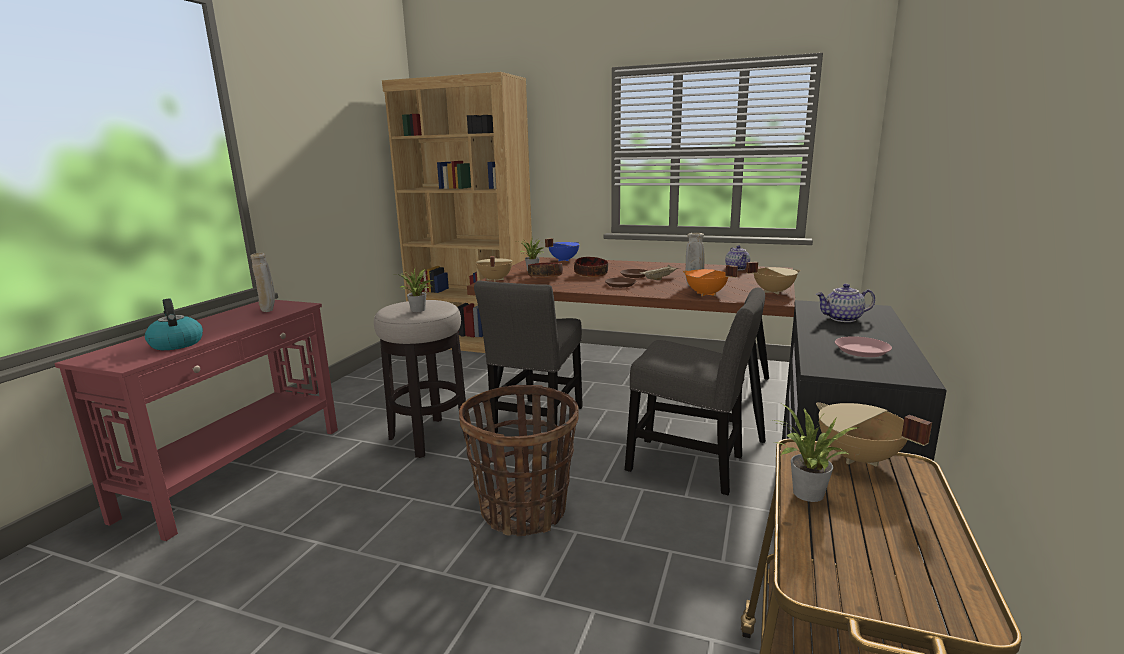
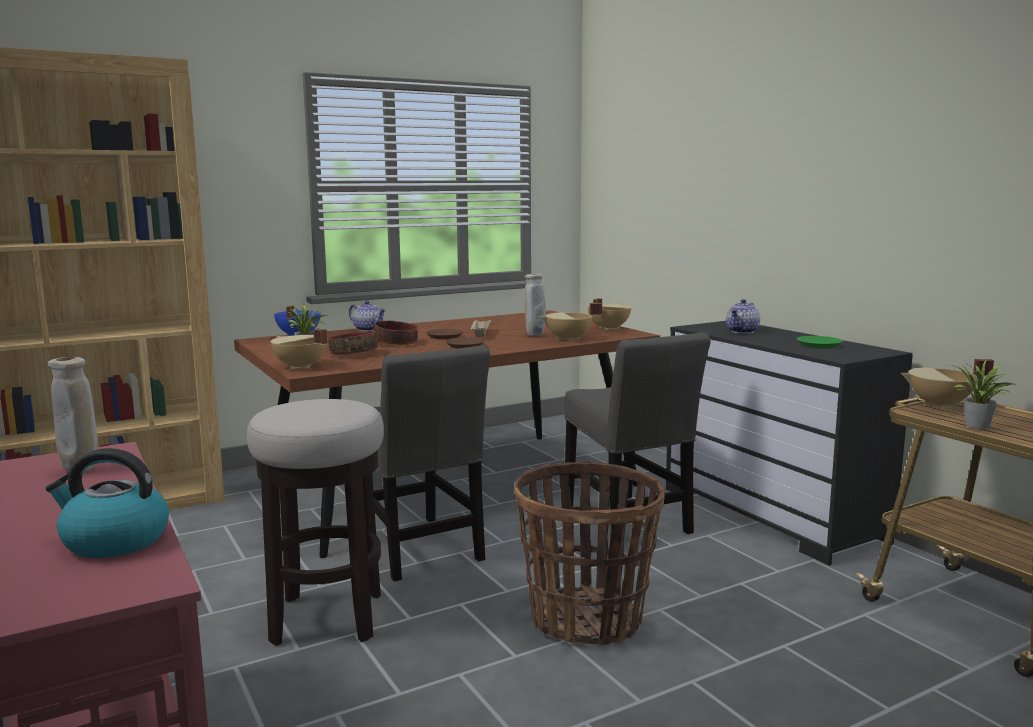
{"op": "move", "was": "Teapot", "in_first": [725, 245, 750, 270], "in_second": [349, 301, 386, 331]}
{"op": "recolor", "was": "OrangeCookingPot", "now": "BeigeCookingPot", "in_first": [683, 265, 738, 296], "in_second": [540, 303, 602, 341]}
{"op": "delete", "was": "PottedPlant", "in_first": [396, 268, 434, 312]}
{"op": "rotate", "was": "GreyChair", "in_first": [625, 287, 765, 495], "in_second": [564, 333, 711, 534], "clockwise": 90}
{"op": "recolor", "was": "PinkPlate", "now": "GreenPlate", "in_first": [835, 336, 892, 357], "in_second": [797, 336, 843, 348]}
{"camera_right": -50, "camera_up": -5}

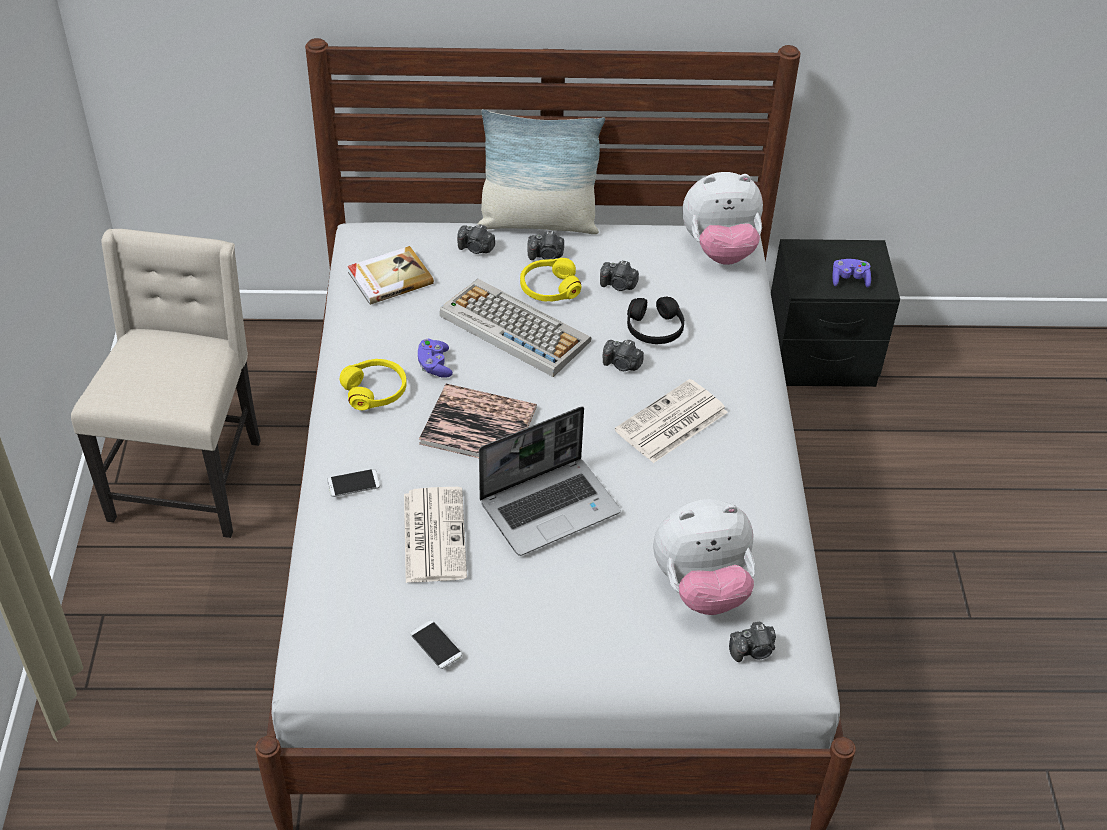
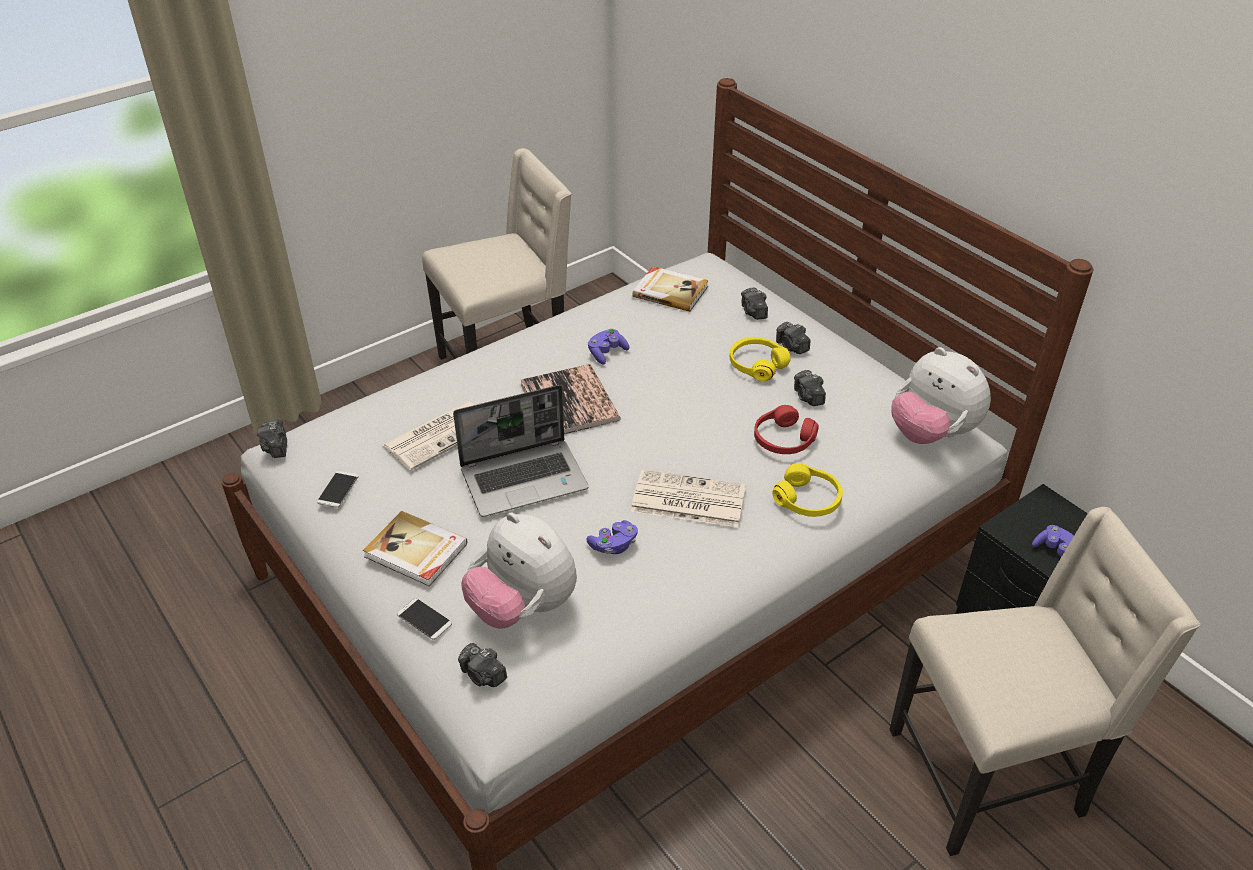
{"op": "delete", "was": "Pillow", "in_first": [477, 109, 605, 234]}
{"op": "delete", "was": "Keyboard", "in_first": [440, 279, 591, 377]}
{"op": "recolor", "was": "BlackHeadphones", "now": "RedHeadphones", "in_first": [627, 297, 684, 344], "in_second": [754, 405, 819, 454]}
{"op": "move", "was": "PhotoCamera", "in_first": [603, 340, 644, 371], "in_second": [257, 419, 287, 458]}
{"op": "move", "was": "YellowHeadphones", "in_first": [340, 359, 407, 410], "in_second": [772, 463, 843, 517]}
{"op": "rotate", "was": "Laptop", "in_first": [479, 406, 621, 556], "in_second": [453, 385, 589, 517], "clockwise": -45}
{"op": "move", "was": "Phone", "in_first": [327, 469, 380, 497], "in_second": [397, 598, 452, 640]}
{"op": "insert", "now": "BeigeChair", "in_second": [889, 507, 1200, 856]}
{"op": "insert", "now": "Book", "in_second": [363, 511, 467, 587]}
{"op": "insert", "now": "PurpleGameController", "in_second": [586, 520, 638, 554]}
{"camera_right": 55, "camera_up": -5}

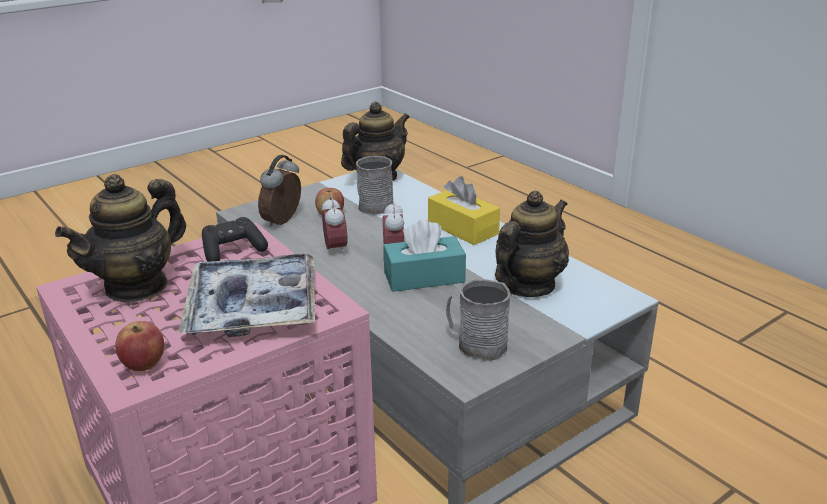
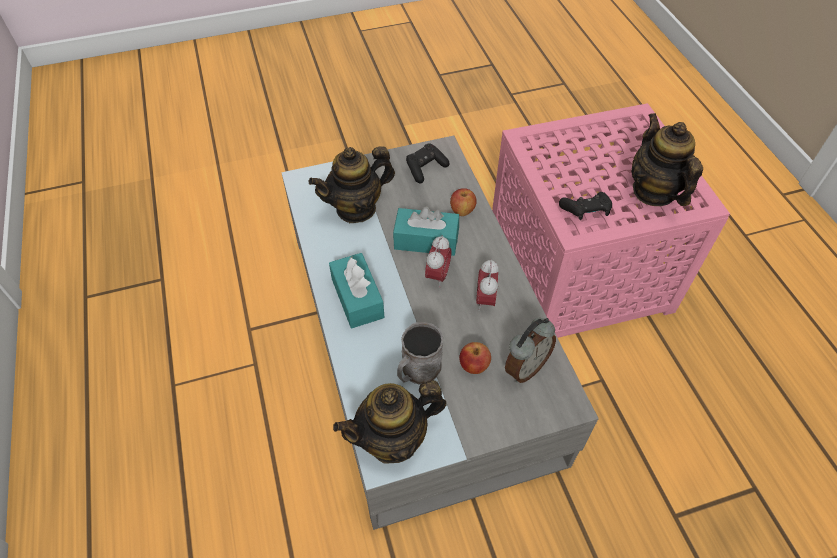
{"op": "rotate", "was": "Teapot", "in_first": [55, 174, 186, 303], "in_second": [631, 113, 703, 206], "clockwise": -75}
{"op": "recolor", "was": "YellowTissueBox", "now": "TurquoiseTissueBox", "in_first": [428, 176, 500, 245], "in_second": [329, 253, 384, 328]}
{"op": "delete", "was": "Tray", "in_first": [179, 253, 315, 337]}
{"op": "replace", "was": "GreyMug", "now": "BlackGameController", "in_first": [446, 279, 510, 361], "in_second": [406, 143, 449, 183]}
{"op": "move", "was": "Apple", "in_first": [115, 321, 164, 371], "in_second": [450, 188, 477, 216]}
{"camera_right": -160, "camera_up": 25}

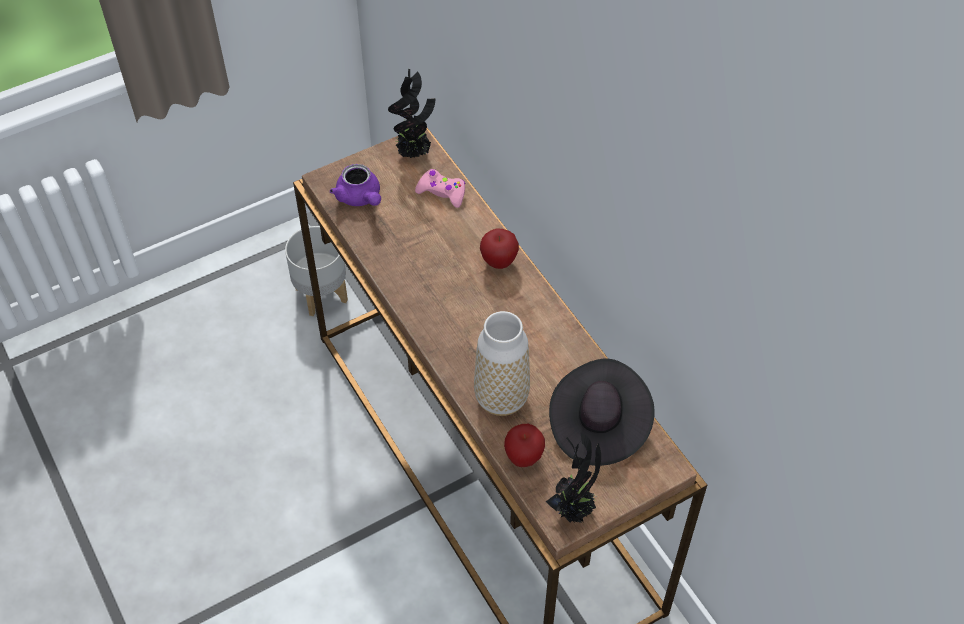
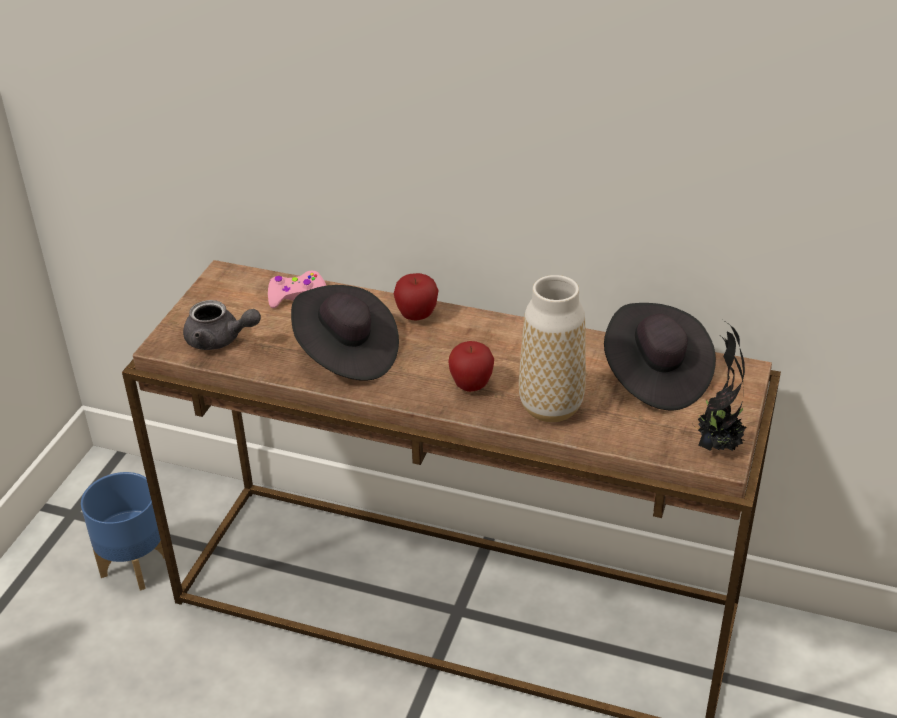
{"op": "delete", "was": "PottedPlant", "in_first": [388, 69, 435, 158]}
{"op": "recolor", "was": "PurpleTeapot", "now": "GreyTeapot", "in_first": [330, 164, 381, 206], "in_second": [183, 300, 261, 350]}
{"op": "recolor", "was": "GreyPlanter", "now": "BluePlanter", "in_first": [285, 226, 348, 316], "in_second": [81, 472, 165, 590]}
{"op": "move", "was": "Apple", "in_first": [504, 424, 545, 467], "in_second": [448, 341, 494, 392]}
{"op": "insert", "now": "BlackHat", "in_second": [291, 285, 399, 381]}
{"camera_right": -40, "camera_up": -15}

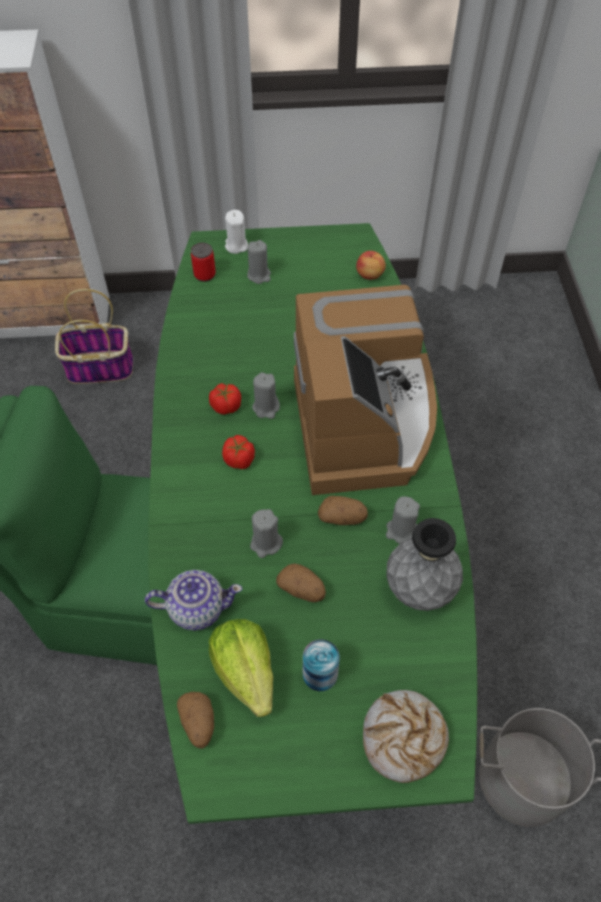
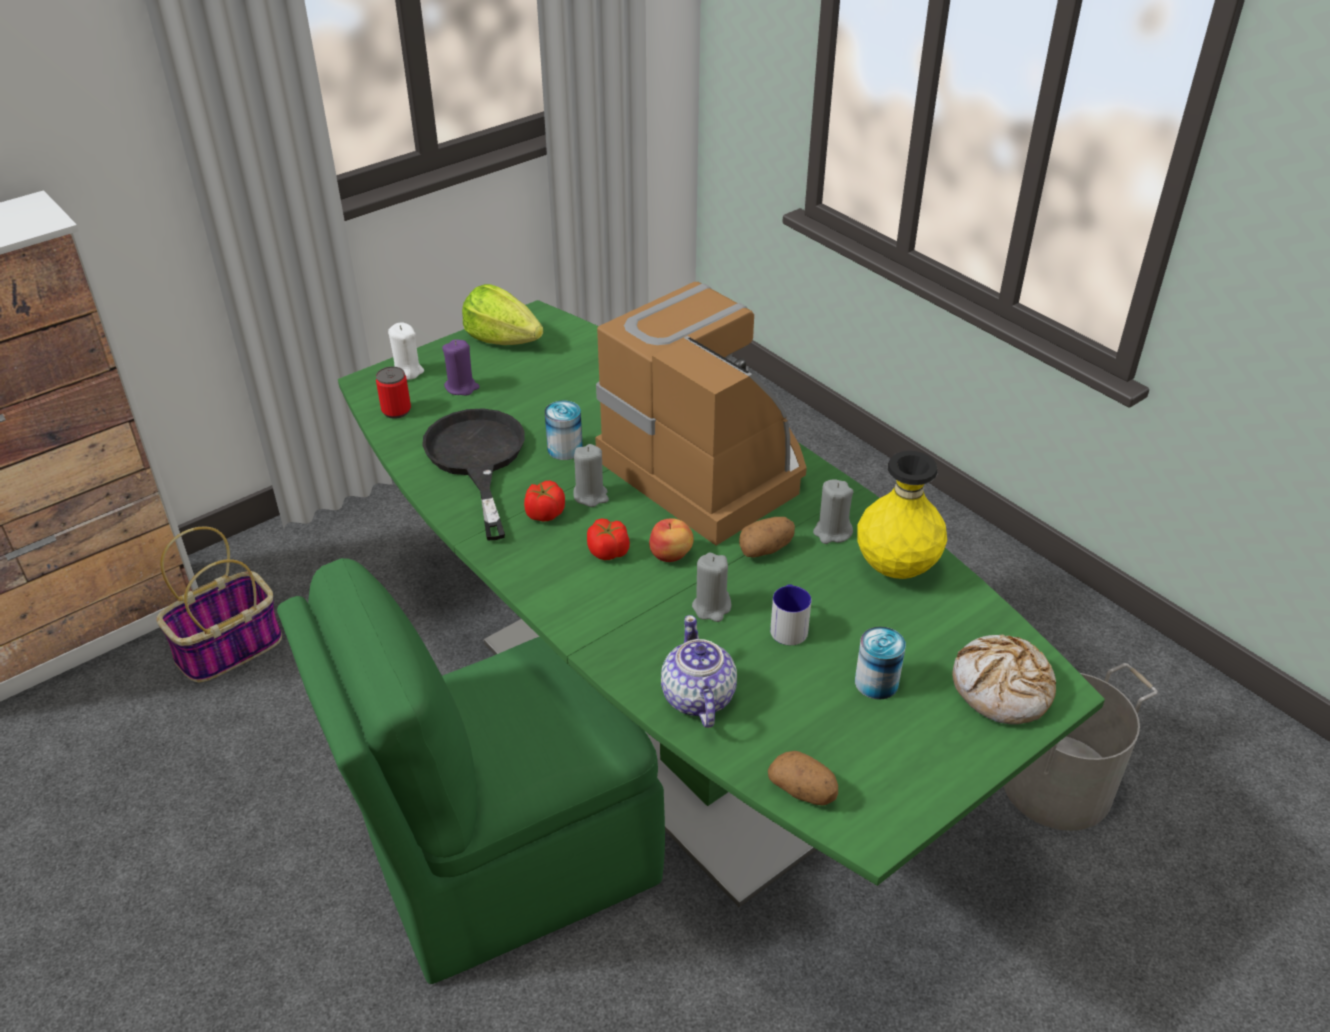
{"op": "recolor", "was": "GreyCandle", "now": "PurpleCandle", "in_first": [247, 240, 271, 284], "in_second": [442, 339, 480, 396]}
{"op": "move", "was": "Apple", "in_first": [356, 251, 386, 280], "in_second": [649, 518, 694, 562]}
{"op": "recolor", "was": "GreyVase", "now": "YellowVase", "in_first": [387, 518, 463, 611], "in_second": [857, 451, 947, 579]}
{"op": "replace", "was": "Potato", "now": "Mug", "in_first": [276, 563, 326, 602], "in_second": [770, 584, 811, 645]}
{"op": "rotate", "was": "Teapot", "in_first": [145, 570, 242, 631], "in_second": [661, 615, 737, 728], "clockwise": -60}
{"op": "move", "was": "Lettuce", "in_first": [209, 619, 273, 717], "in_second": [462, 284, 543, 345]}
{"op": "insert", "now": "Can", "in_second": [545, 401, 583, 460]}
{"op": "insert", "now": "BlackFryingPan", "in_second": [422, 408, 525, 540]}
{"camera_right": -35, "camera_up": -15}

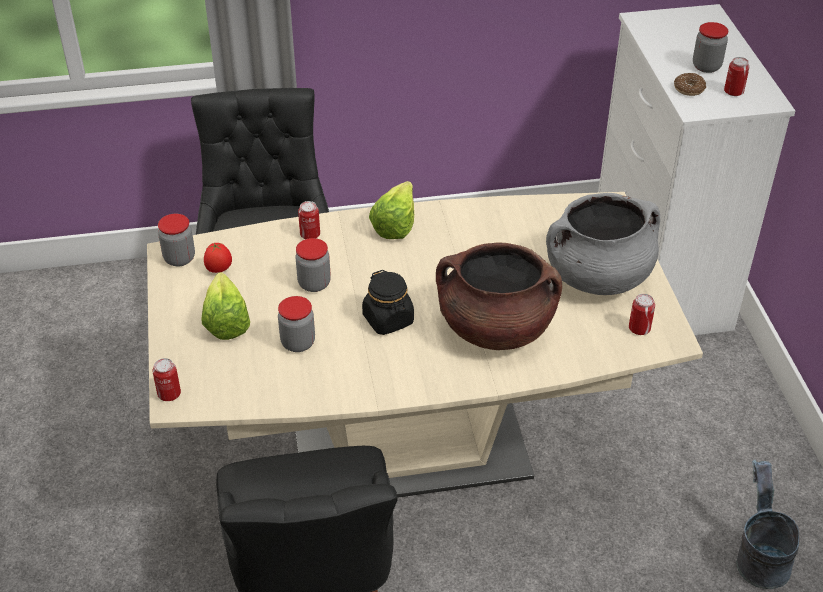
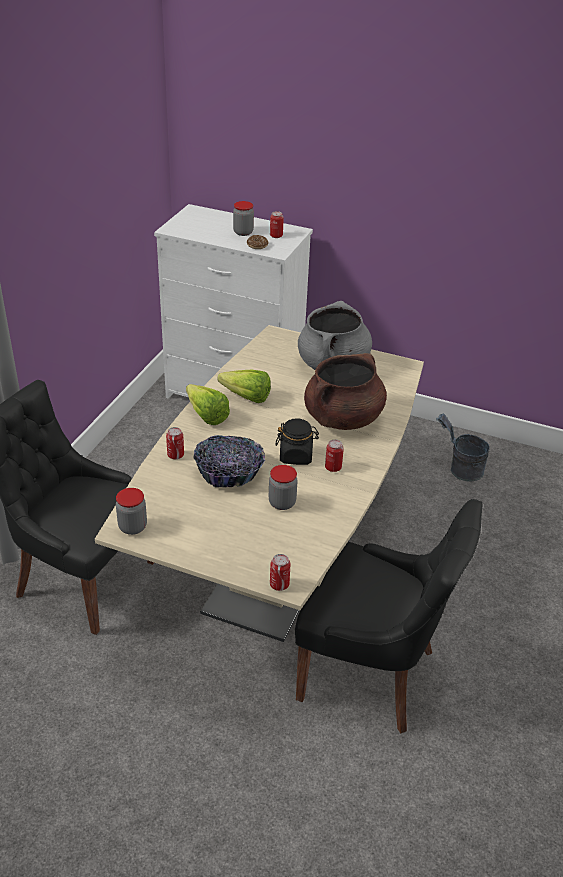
{"op": "replace", "was": "Jar", "now": "Bowl", "in_first": [295, 238, 331, 292], "in_second": [194, 435, 265, 488]}
{"op": "delete", "was": "Tomato", "in_first": [204, 243, 232, 273]}
{"op": "move", "was": "Lettuce", "in_first": [201, 272, 250, 340], "in_second": [218, 369, 271, 403]}
{"op": "move", "was": "Can", "in_first": [629, 294, 655, 335], "in_second": [325, 439, 344, 472]}
{"camera_right": -60, "camera_up": -5}

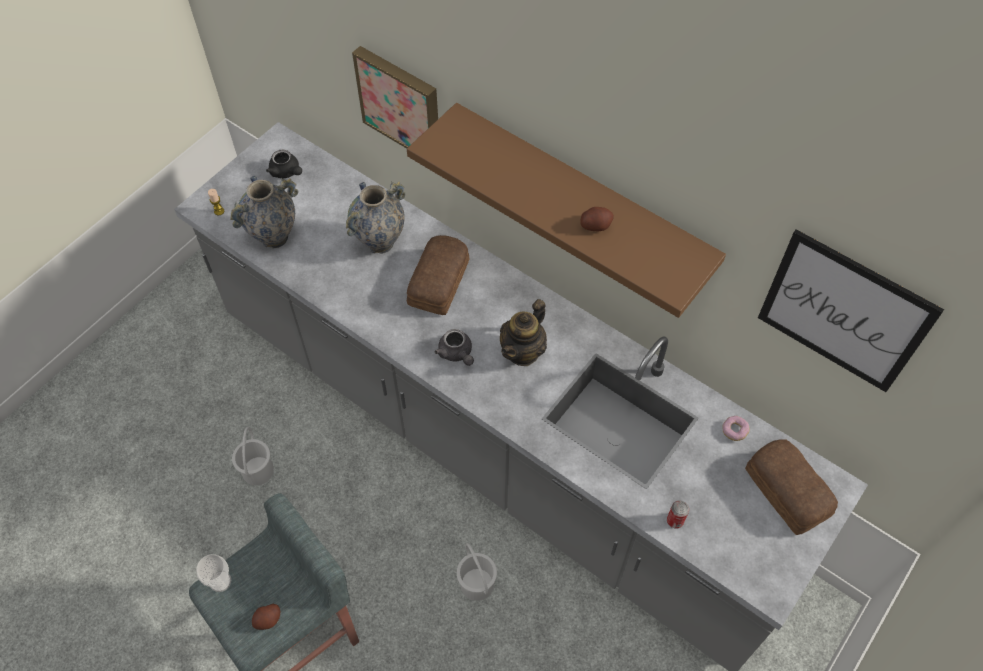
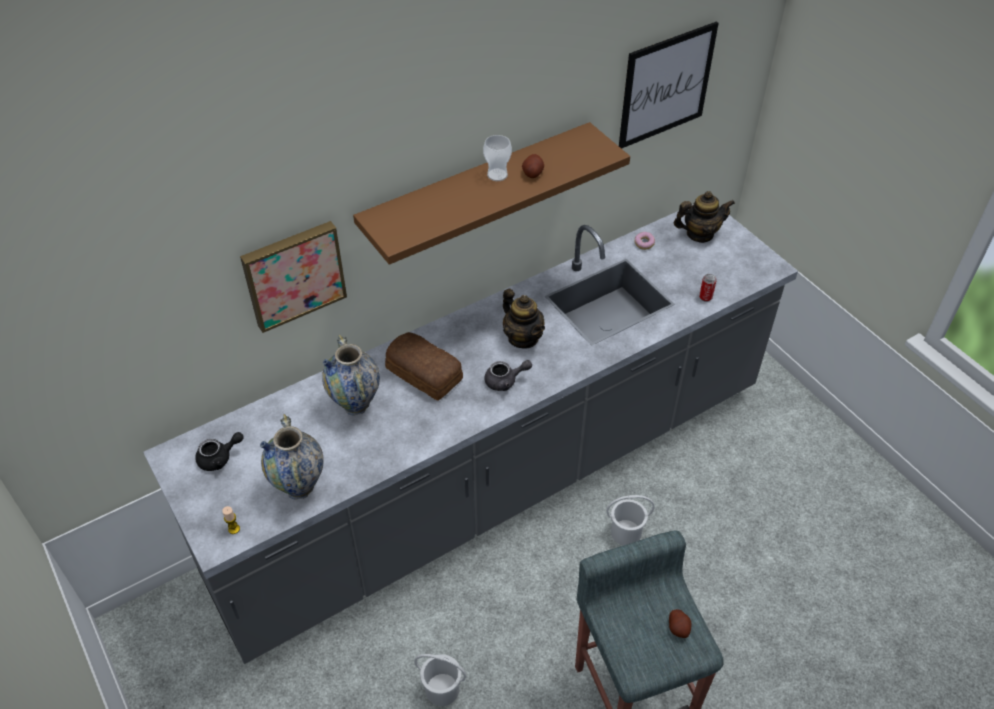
{"op": "replace", "was": "Bread", "now": "Teapot", "in_first": [745, 439, 838, 535], "in_second": [674, 191, 735, 243]}
{"op": "move", "was": "Cup", "in_first": [196, 554, 231, 592], "in_second": [483, 135, 512, 181]}
{"camera_right": -70, "camera_up": -10}

